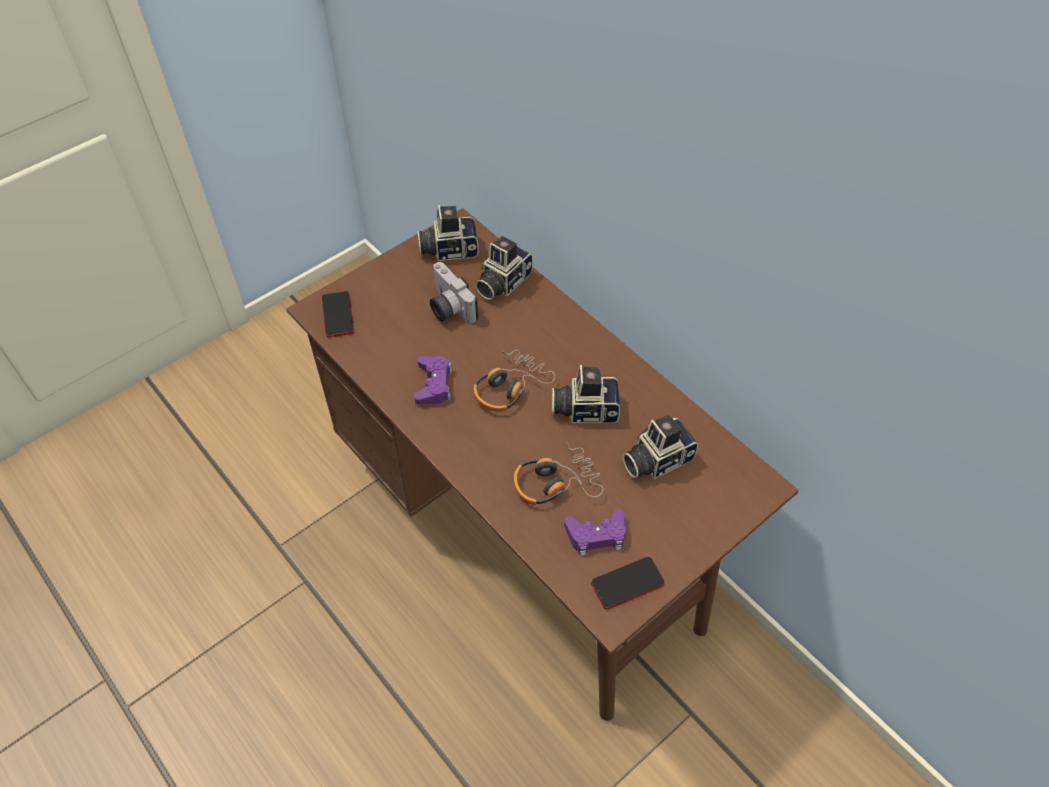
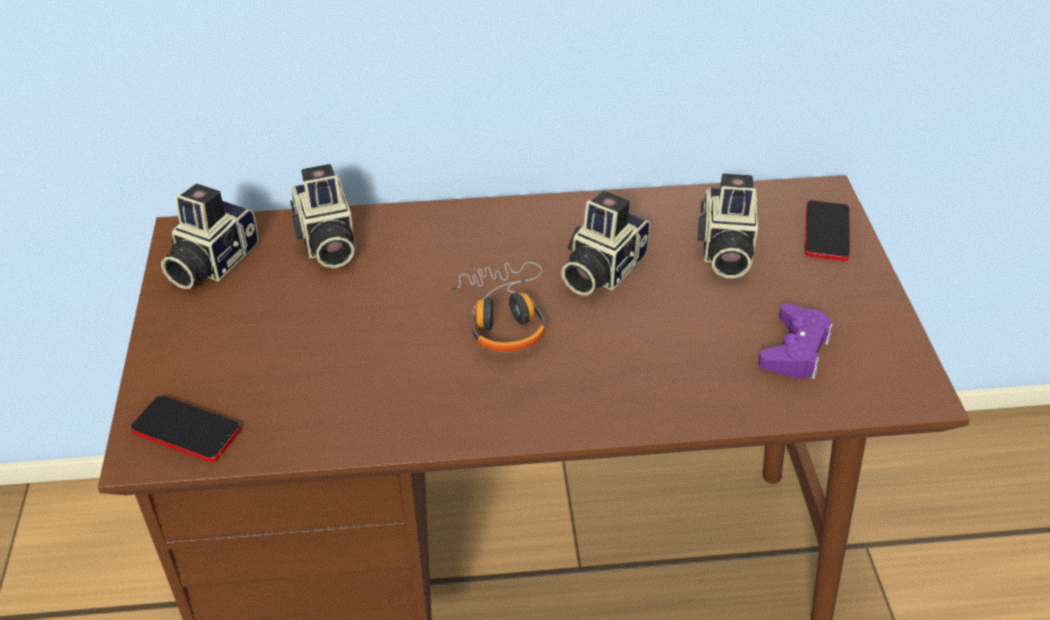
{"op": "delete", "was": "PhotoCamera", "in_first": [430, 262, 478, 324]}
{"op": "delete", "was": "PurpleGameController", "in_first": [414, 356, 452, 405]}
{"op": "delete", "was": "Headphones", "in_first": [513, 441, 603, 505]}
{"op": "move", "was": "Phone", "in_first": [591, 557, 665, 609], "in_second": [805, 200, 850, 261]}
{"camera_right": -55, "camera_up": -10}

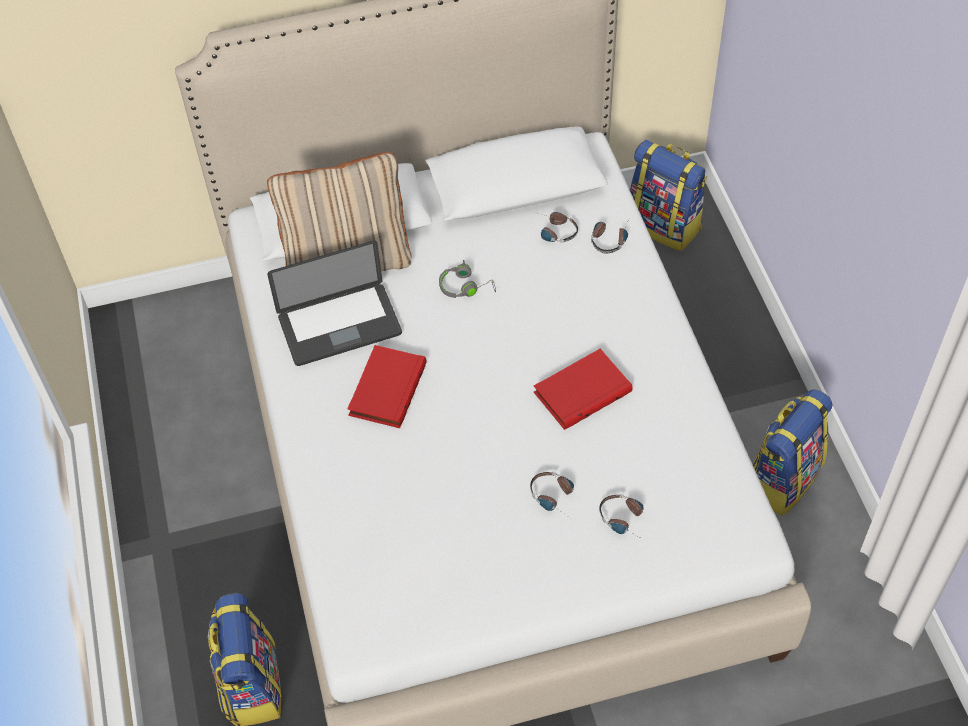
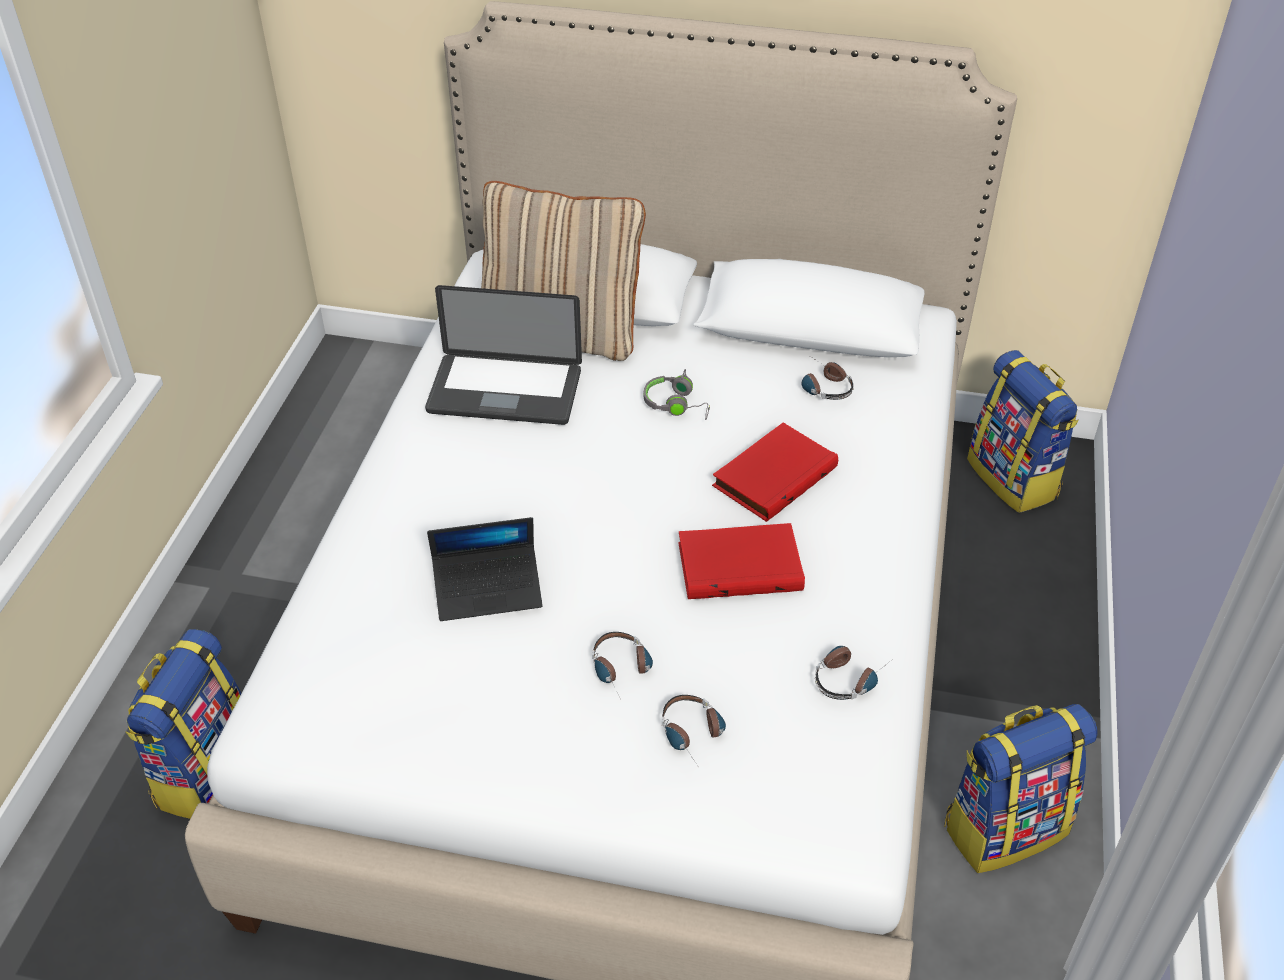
{"op": "move", "was": "Headphones", "in_first": [591, 222, 628, 253], "in_second": [815, 646, 888, 700]}
{"op": "move", "was": "RedBook", "in_first": [347, 345, 427, 428], "in_second": [712, 422, 838, 522]}
{"op": "insert", "now": "Laptop", "in_second": [427, 517, 542, 621]}
{"camera_right": 25, "camera_up": -10}

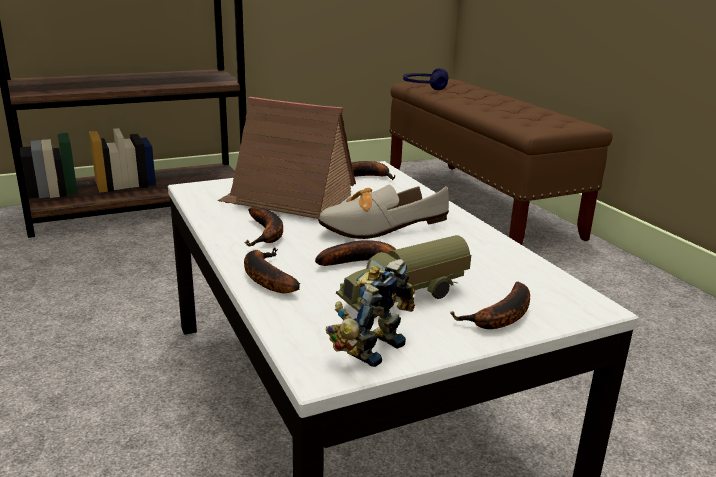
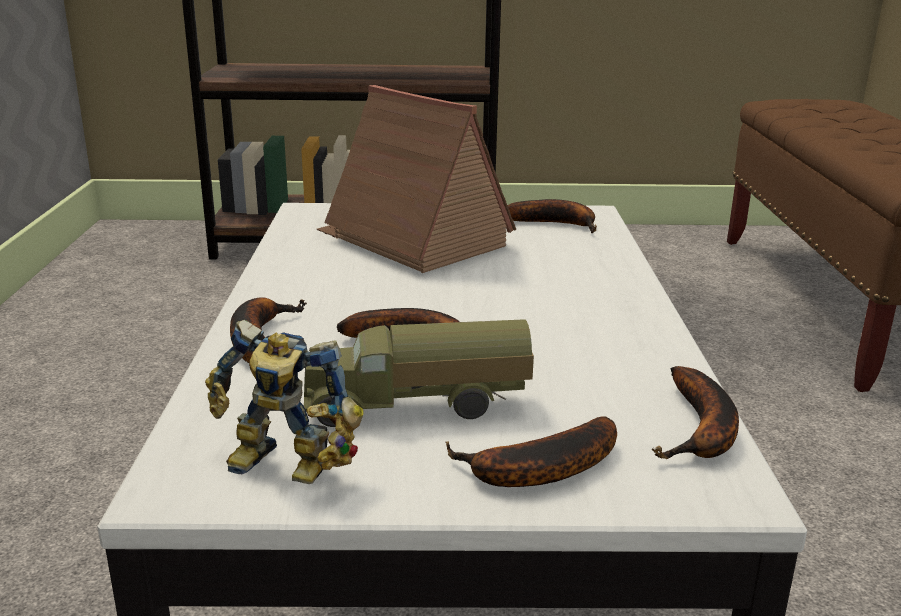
{"op": "delete", "was": "BlueHeadphones", "in_first": [403, 68, 448, 90]}
{"op": "delete", "was": "Shoe", "in_first": [318, 185, 449, 239]}
{"op": "move", "was": "Banana", "in_first": [245, 207, 283, 246], "in_second": [652, 366, 739, 460]}
{"op": "rotate", "was": "ToyRobot", "in_first": [326, 259, 415, 367], "in_second": [205, 320, 364, 484], "clockwise": -135}
{"camera_right": 25, "camera_up": 0}

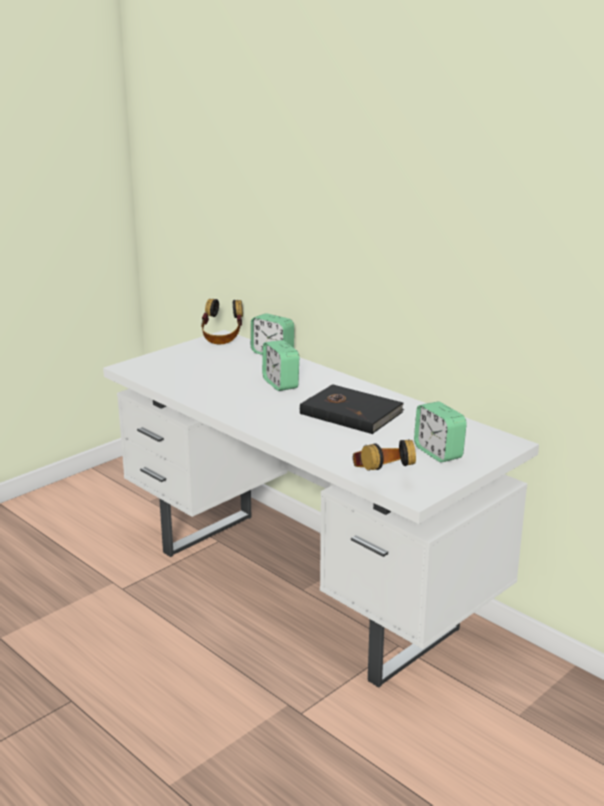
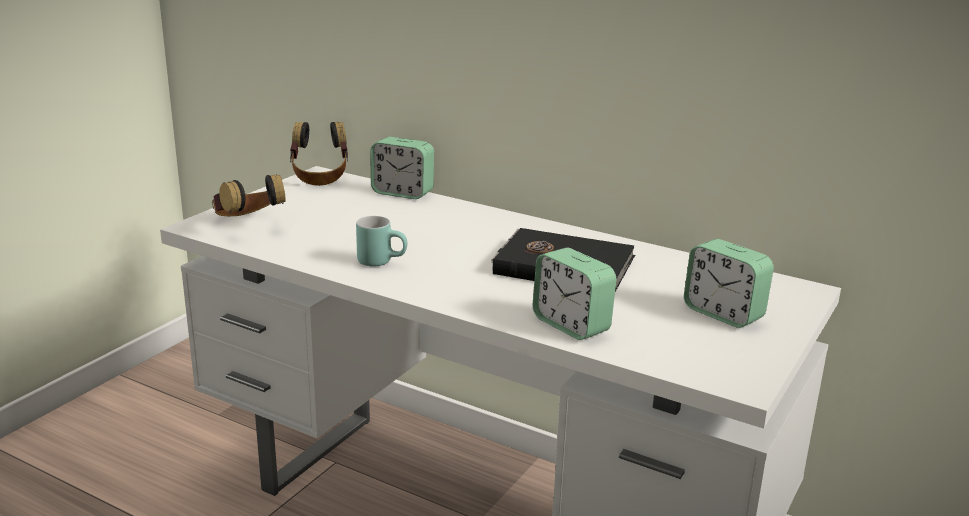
{"op": "move", "was": "AlarmClock", "in_first": [262, 340, 299, 391], "in_second": [533, 248, 616, 340]}
{"op": "move", "was": "Headphones", "in_first": [352, 439, 416, 471], "in_second": [212, 174, 286, 216]}
{"op": "insert", "now": "TurquoiseMug", "in_second": [356, 216, 408, 267]}
{"camera_right": -15, "camera_up": 0}

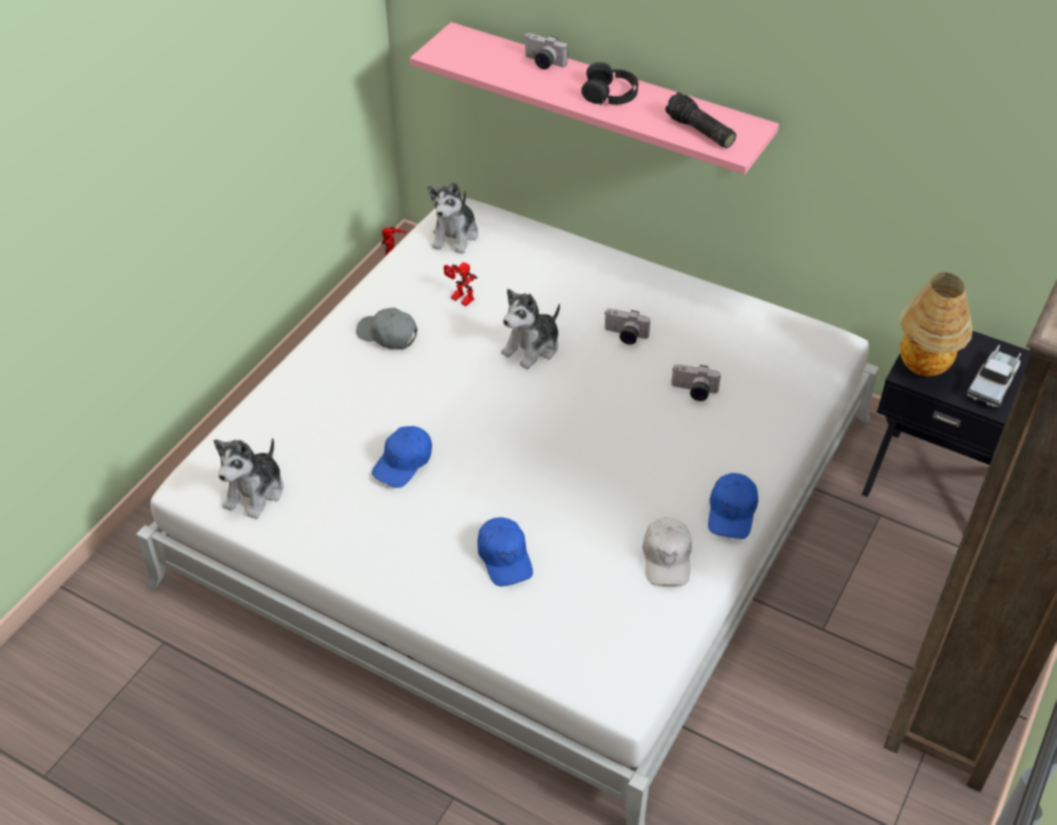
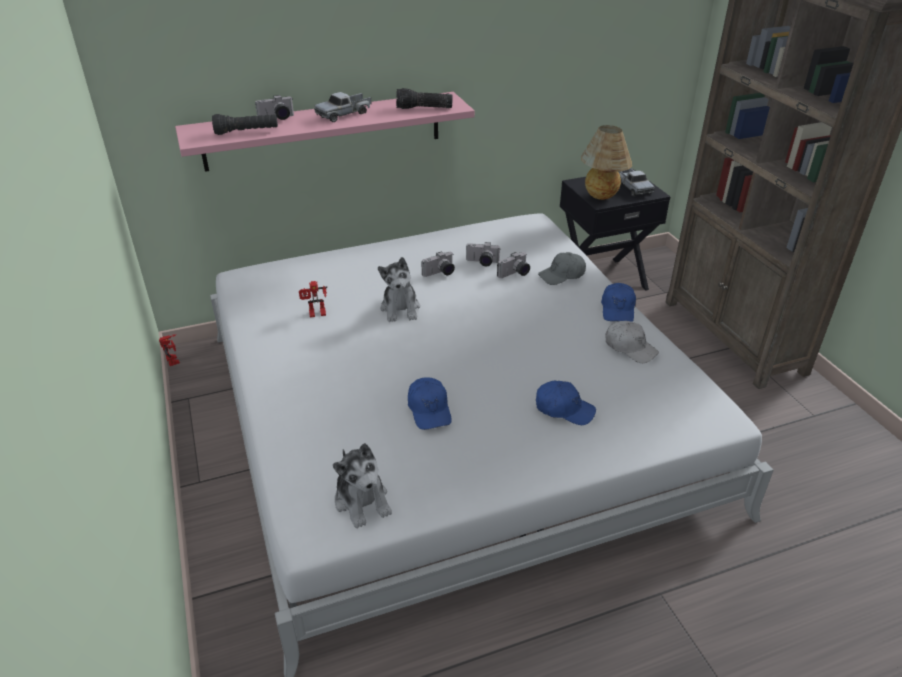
{"op": "replace", "was": "BlackHeadphones", "now": "ToyTruck", "in_first": [581, 62, 638, 105], "in_second": [314, 92, 372, 122]}
{"op": "delete", "was": "PlushToy", "in_first": [427, 182, 478, 254]}
{"op": "move", "was": "GreyCap", "in_first": [356, 308, 417, 349], "in_second": [538, 252, 586, 285]}
{"op": "rotate", "was": "BlueCap", "in_first": [708, 473, 758, 539], "in_second": [601, 283, 636, 322], "clockwise": 45}
{"op": "insert", "now": "BlackFlashlight", "in_second": [212, 114, 278, 135]}
{"op": "insert", "now": "PhotoCamera", "in_second": [466, 242, 501, 266]}
{"camera_right": -50, "camera_up": -10}

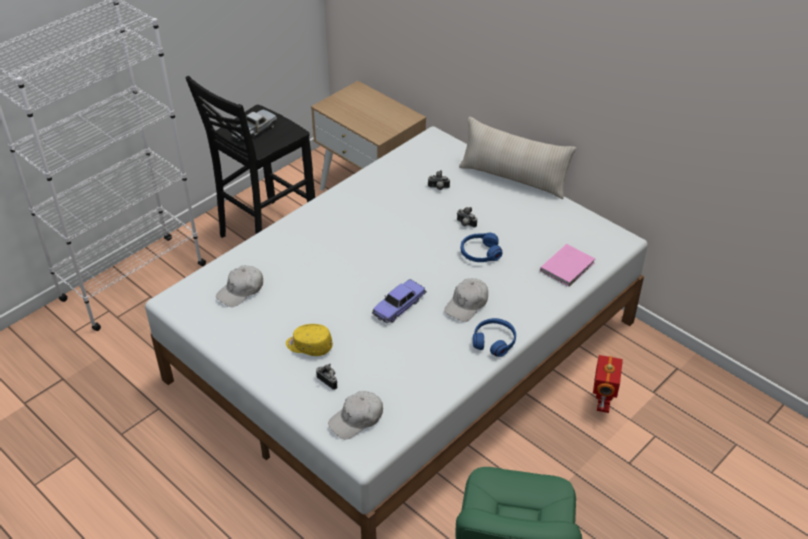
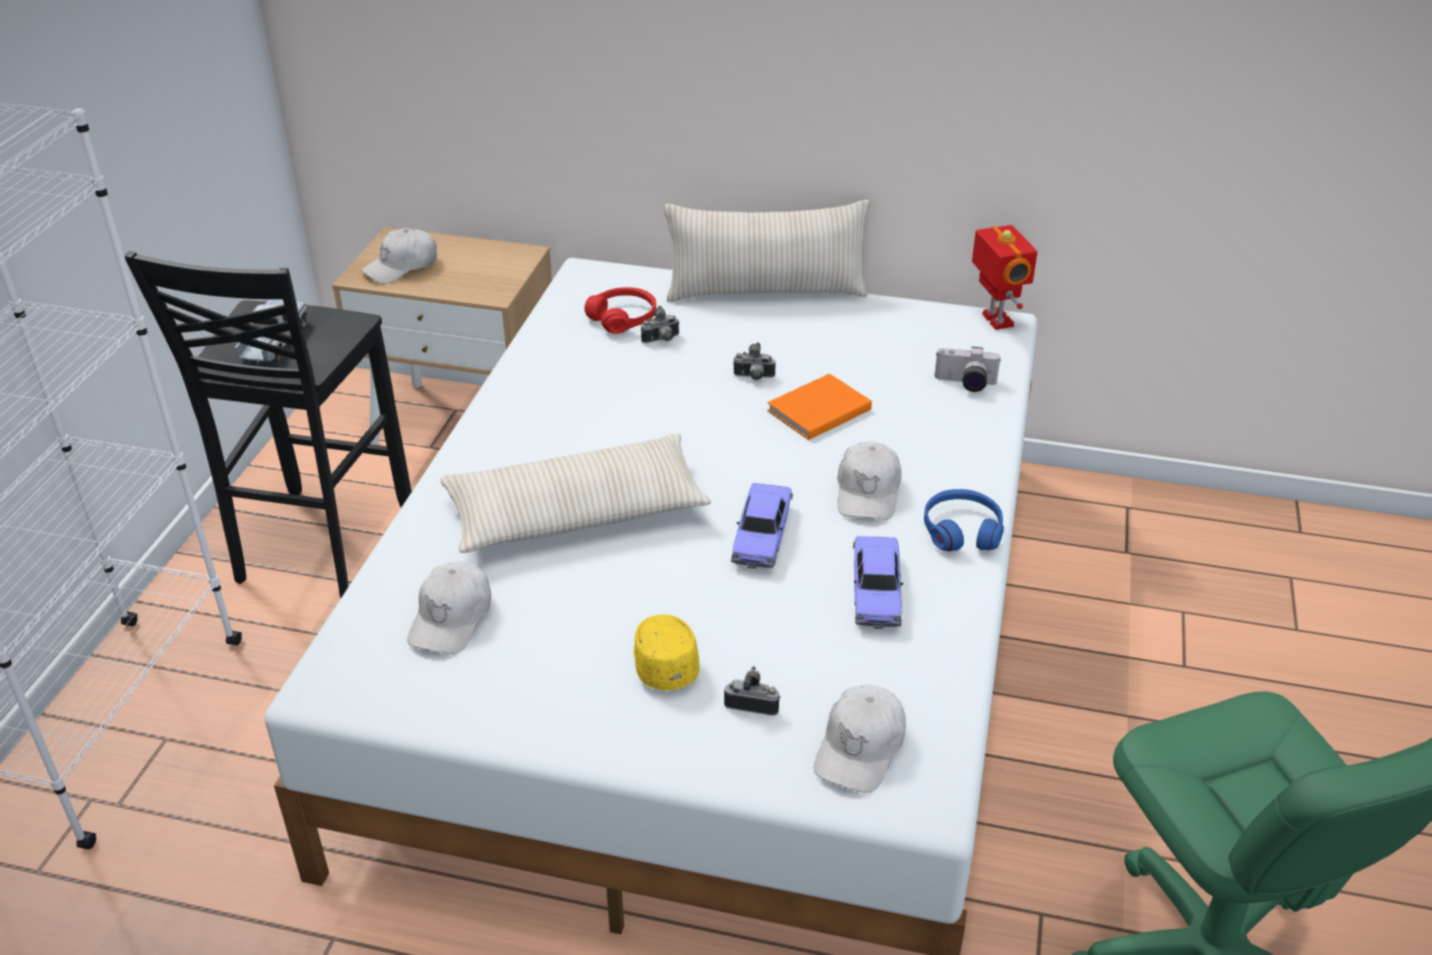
{"op": "replace", "was": "BlueHeadphones", "now": "OrangeBook", "in_first": [461, 233, 503, 262], "in_second": [767, 373, 872, 440]}
{"op": "replace", "was": "PinkBook", "now": "PhotoCamera", "in_first": [540, 244, 595, 287], "in_second": [935, 347, 1001, 392]}
{"op": "rotate", "was": "YellowCap", "in_first": [286, 324, 333, 356], "in_second": [633, 615, 699, 690], "clockwise": 90}
{"op": "move", "was": "ToyRobot", "in_first": [593, 355, 623, 413], "in_second": [972, 225, 1037, 330]}
{"op": "insert", "now": "WhiteCap", "in_second": [362, 228, 437, 284]}
{"op": "insert", "now": "RedHeadphones", "in_second": [584, 287, 656, 334]}
{"op": "insert", "now": "BeigePillow", "in_second": [440, 434, 711, 553]}
{"op": "insert", "now": "ToyCar", "in_second": [853, 536, 903, 629]}
{"camera_right": -30, "camera_up": -5}

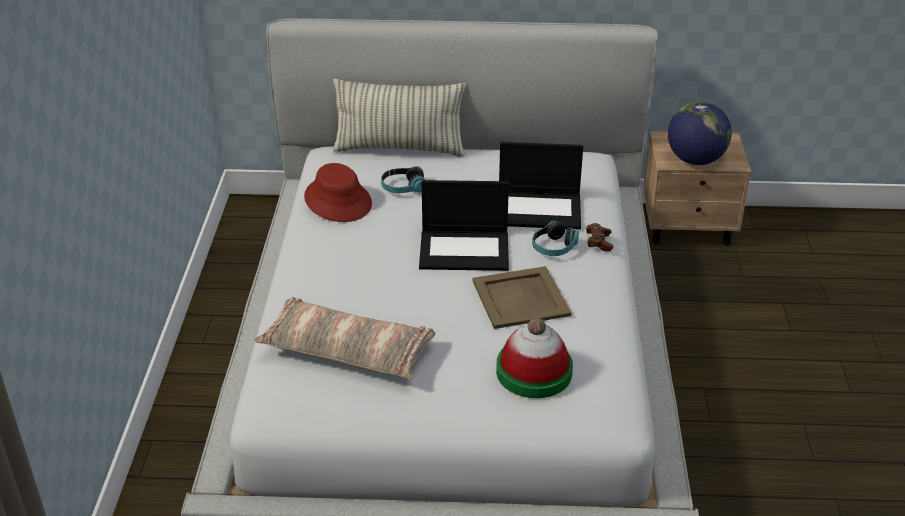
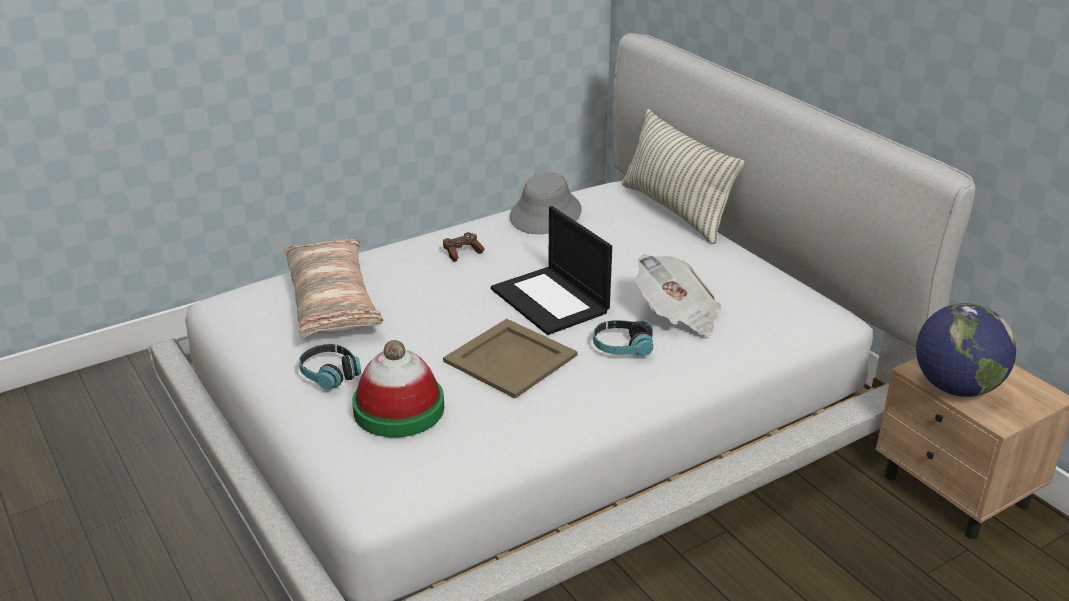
{"op": "replace", "was": "Laptop", "now": "Newspaper", "in_first": [499, 142, 583, 230], "in_second": [635, 254, 721, 336]}
{"op": "recolor", "was": "RedHat", "now": "GreyHat", "in_first": [304, 163, 372, 222], "in_second": [510, 173, 582, 234]}
{"op": "move", "was": "Headphones", "in_first": [381, 166, 425, 193], "in_second": [299, 344, 361, 390]}
{"op": "move", "was": "BrownGameController", "in_first": [586, 223, 613, 252], "in_second": [443, 232, 484, 262]}
{"camera_right": 55, "camera_up": -5}

